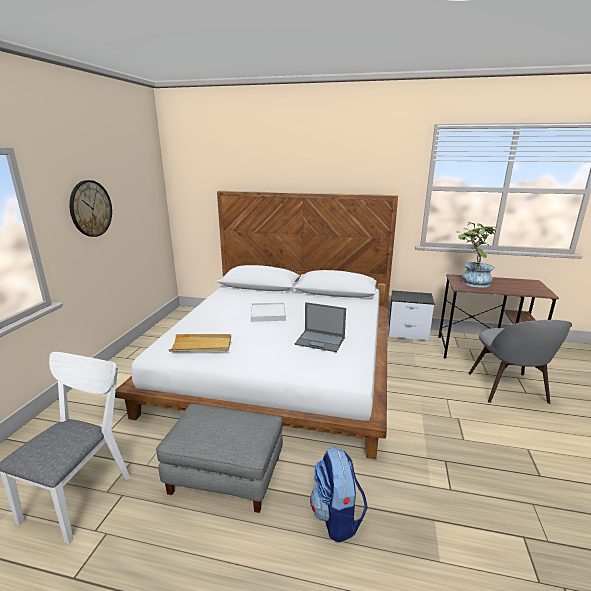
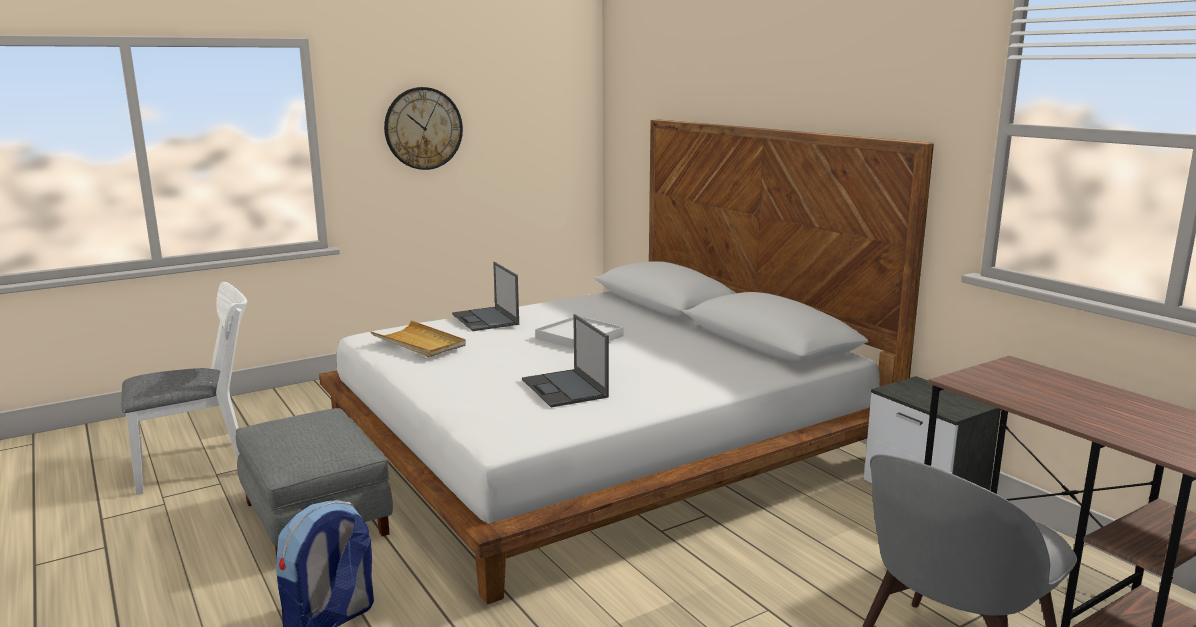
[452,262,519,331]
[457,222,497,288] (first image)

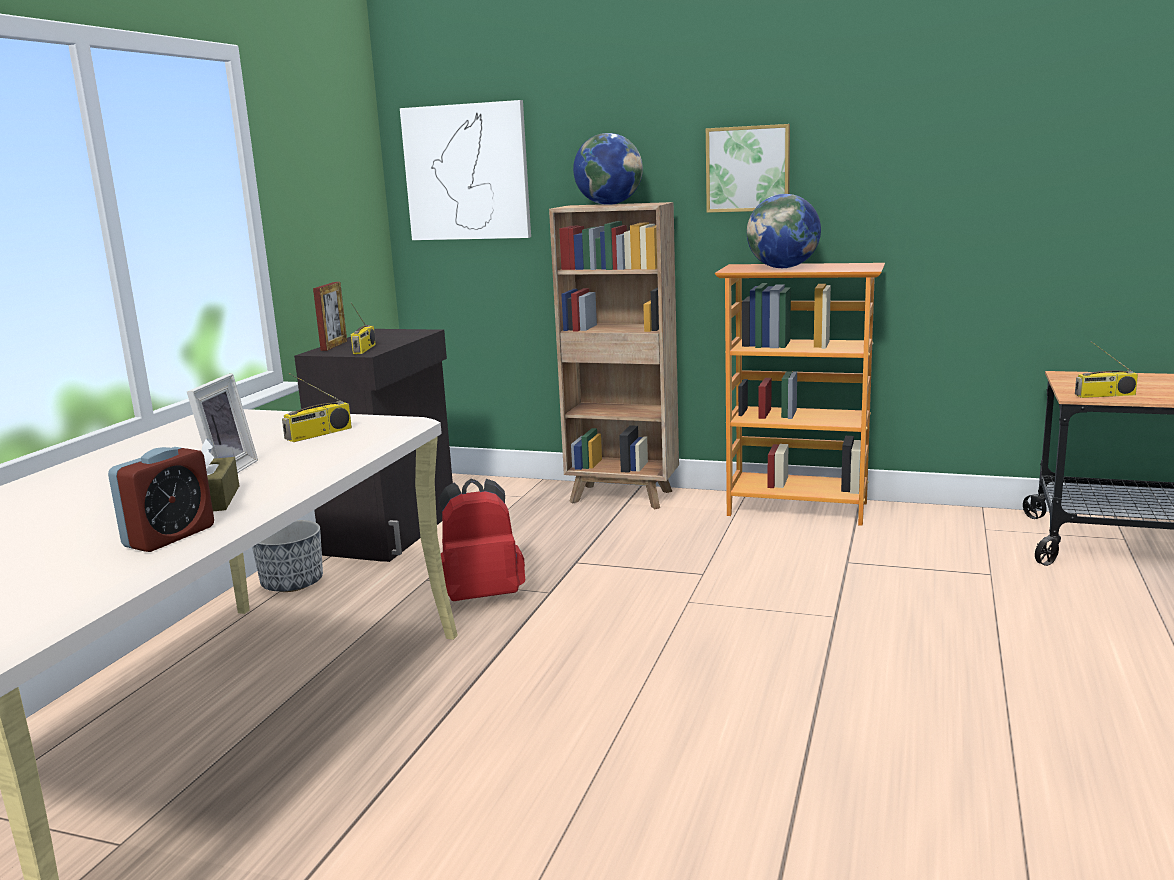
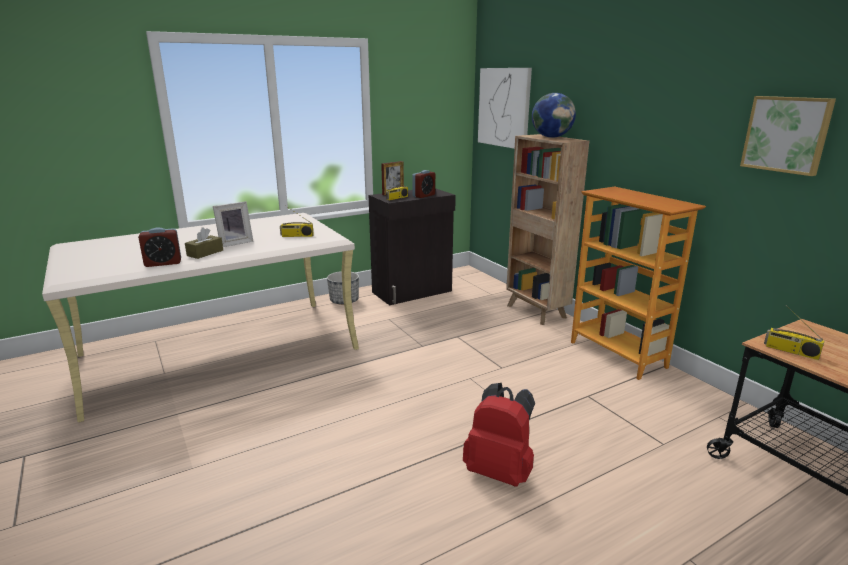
[412,170,435,198]
[463,383,535,487]
[740,96,836,176]
[747,194,821,268] (first image)

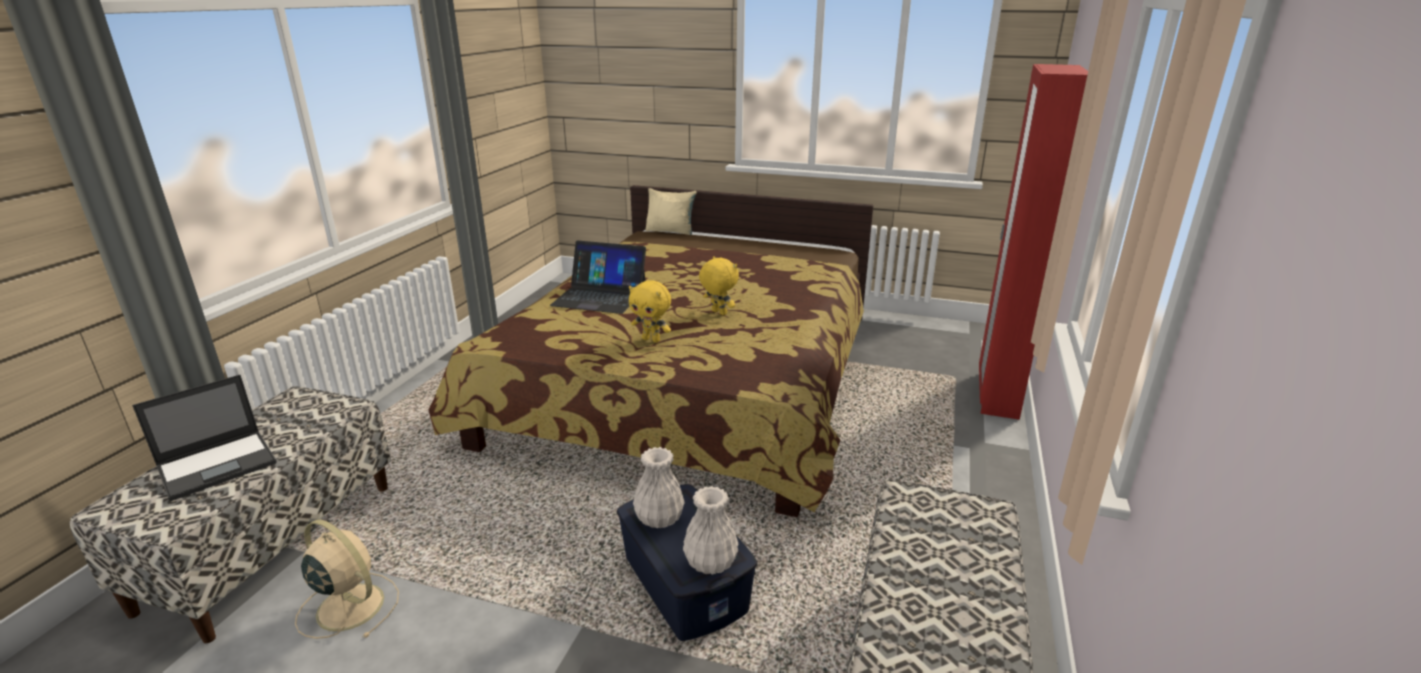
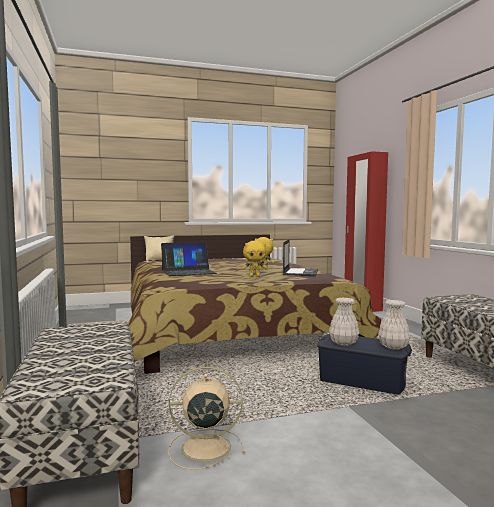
[283,239,318,276]

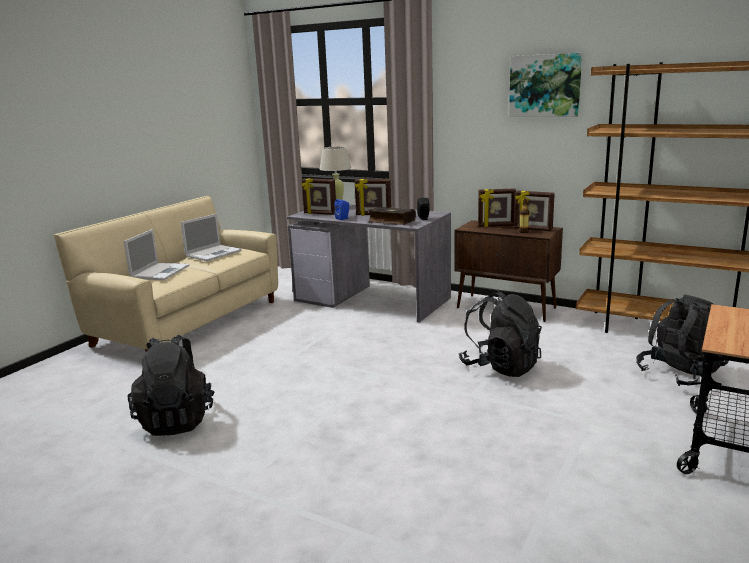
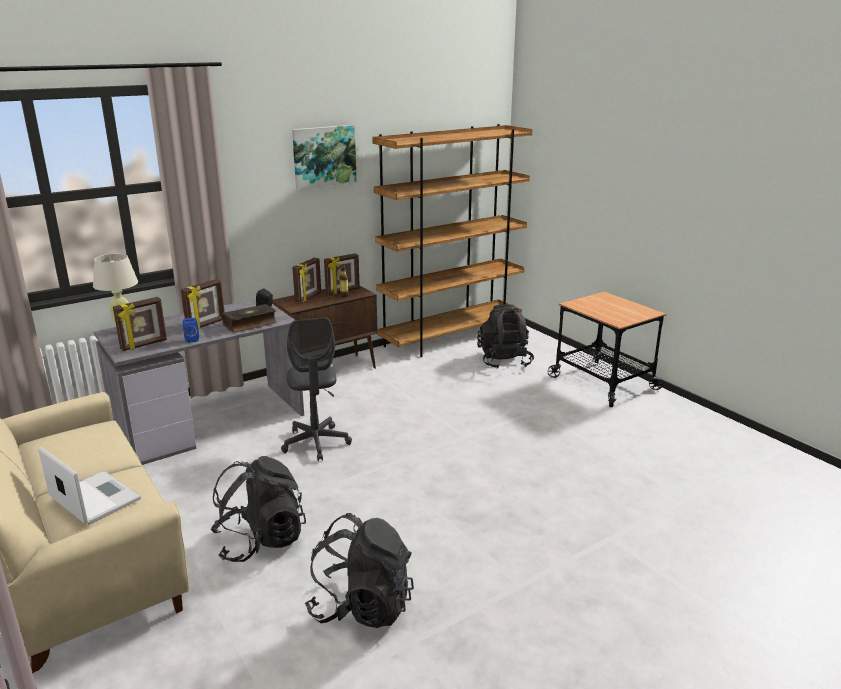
[210,456,306,562]
[281,318,352,461]
[180,214,242,261] (first image)

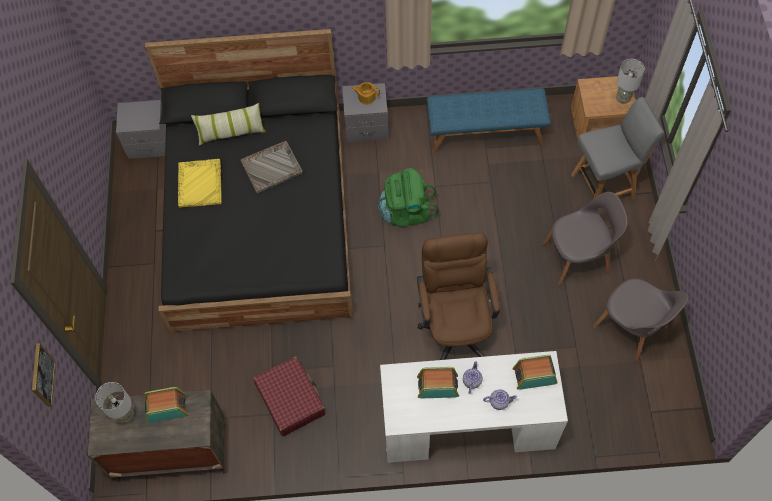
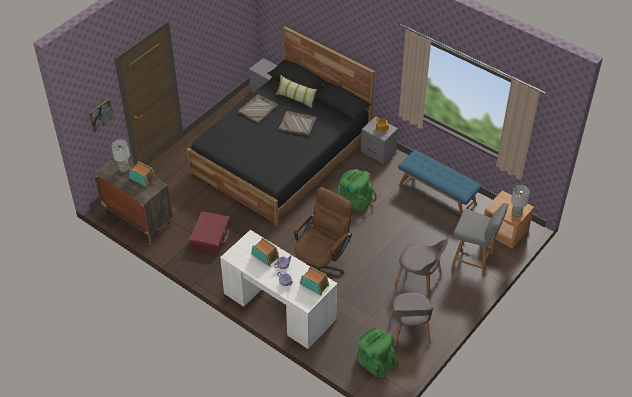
[238,95,278,123]
[357,328,398,378]

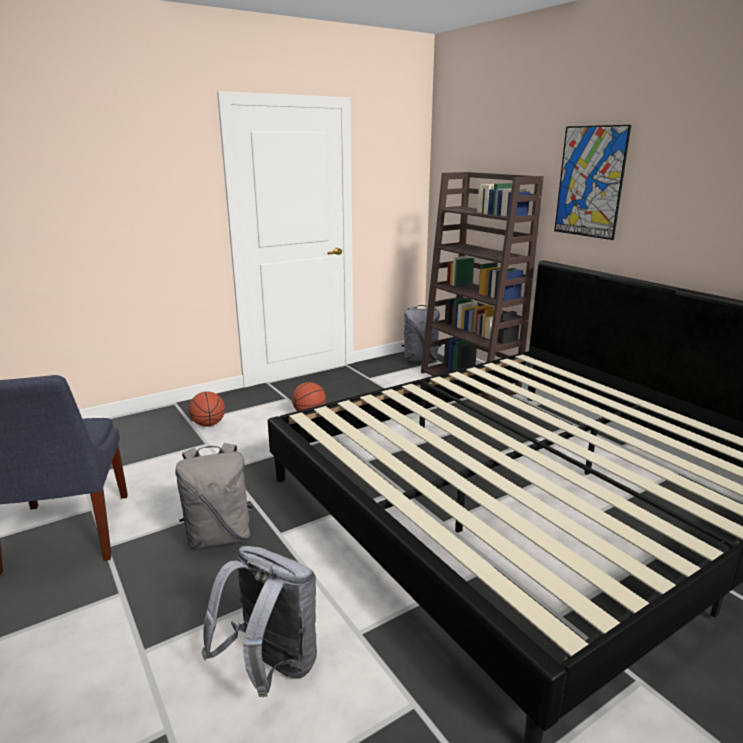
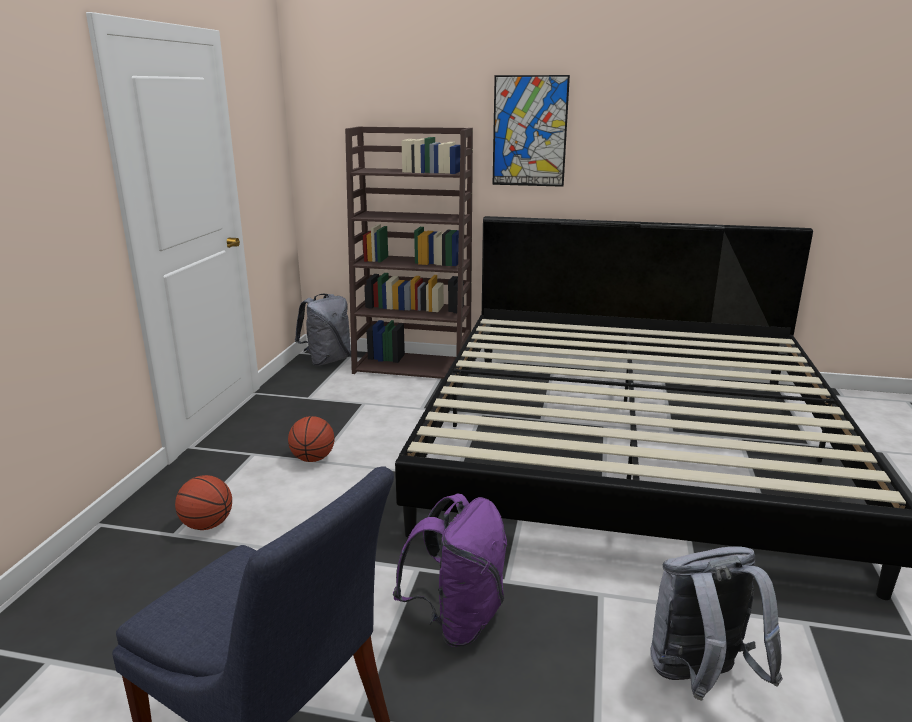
[393,493,507,647]

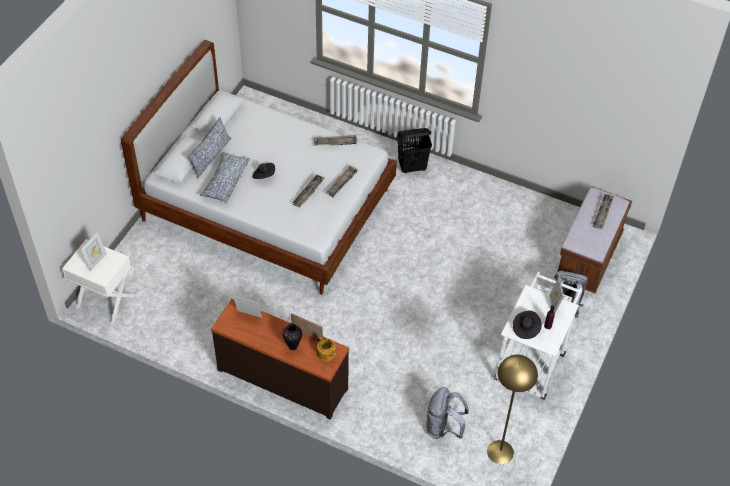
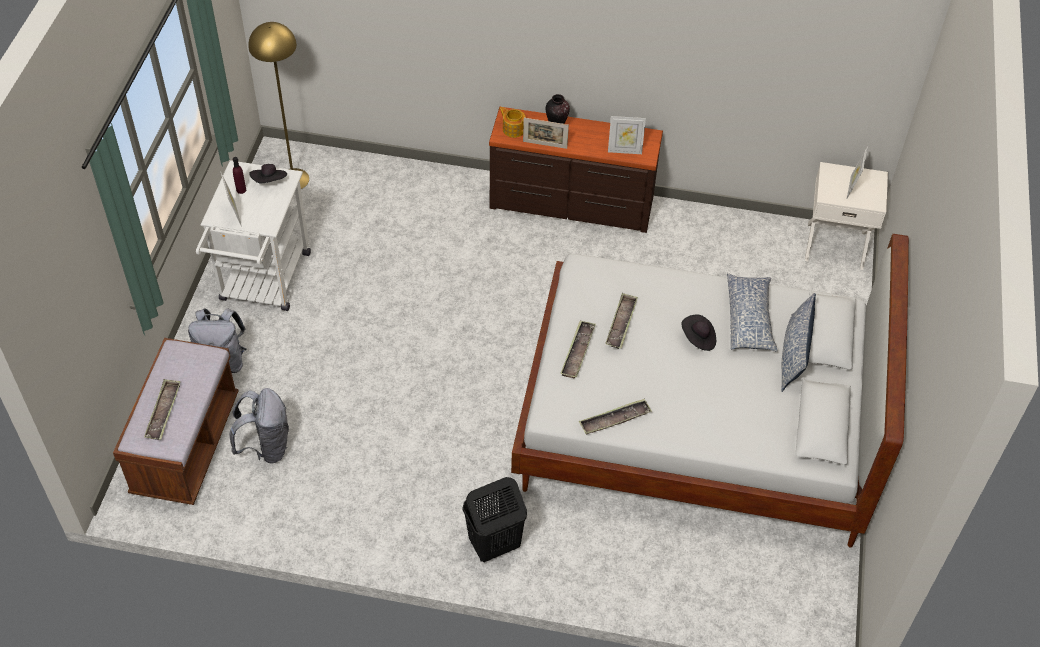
[230,388,289,464]

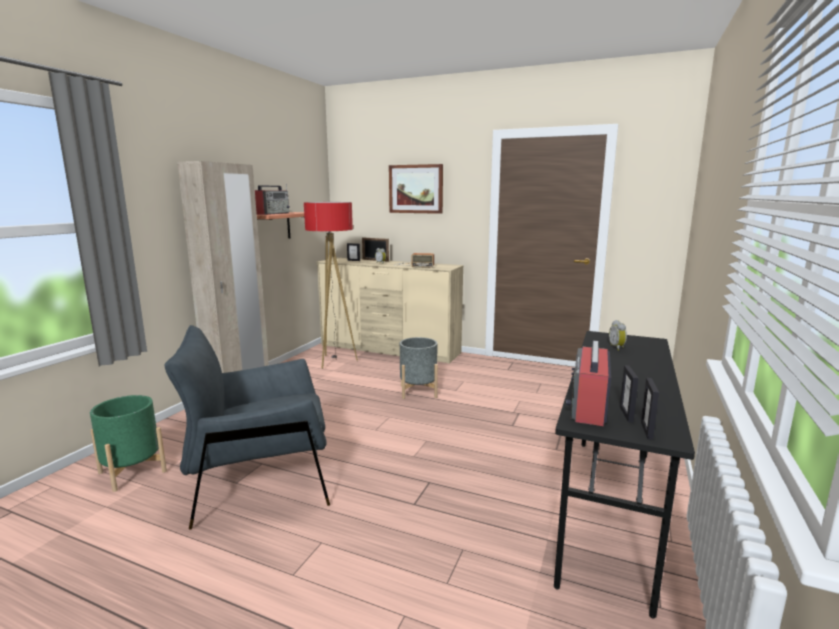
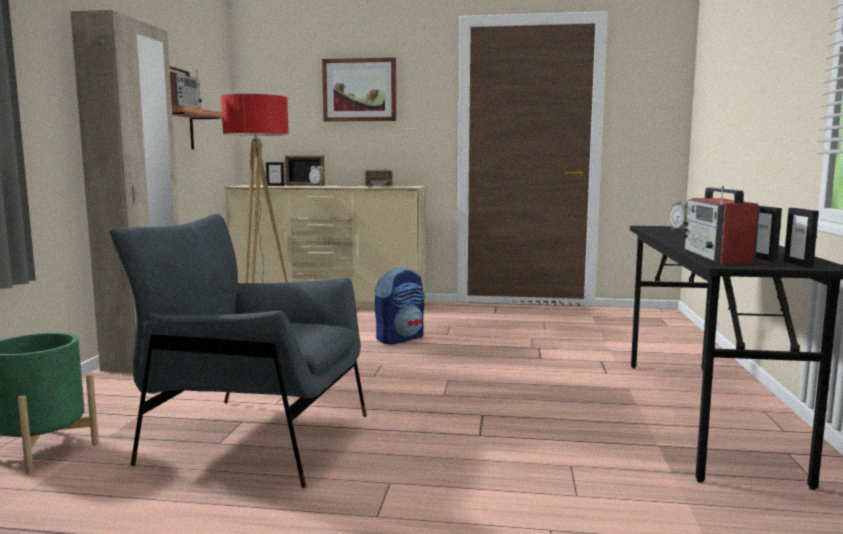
[109,214,367,488]
[375,267,425,344]

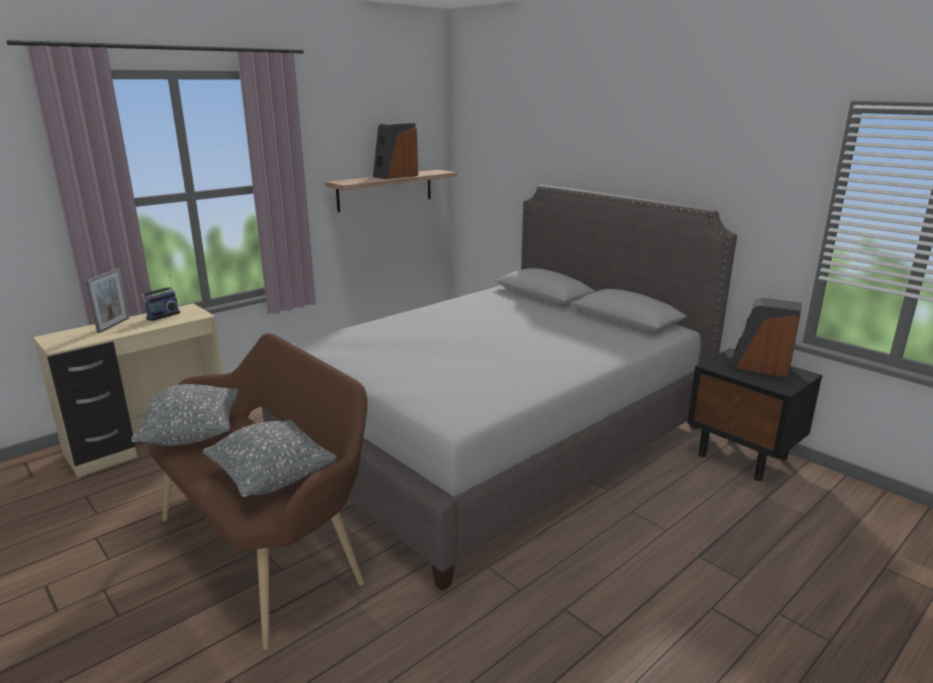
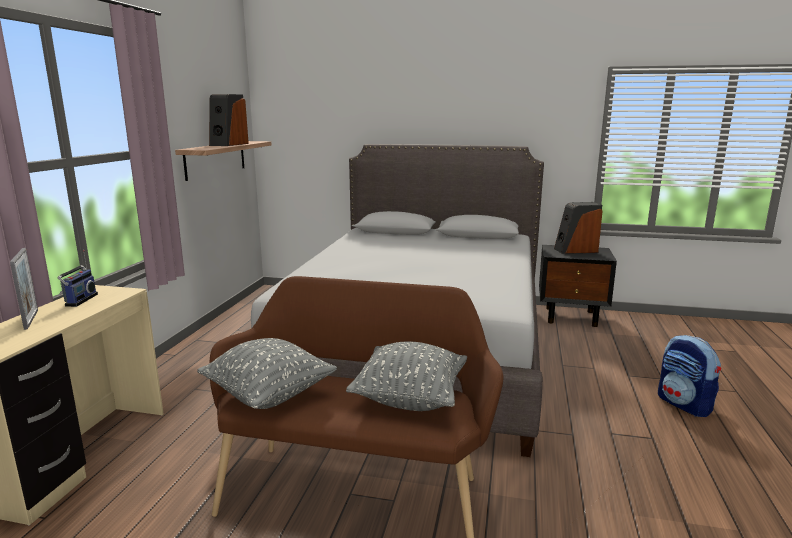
[658,335,721,417]

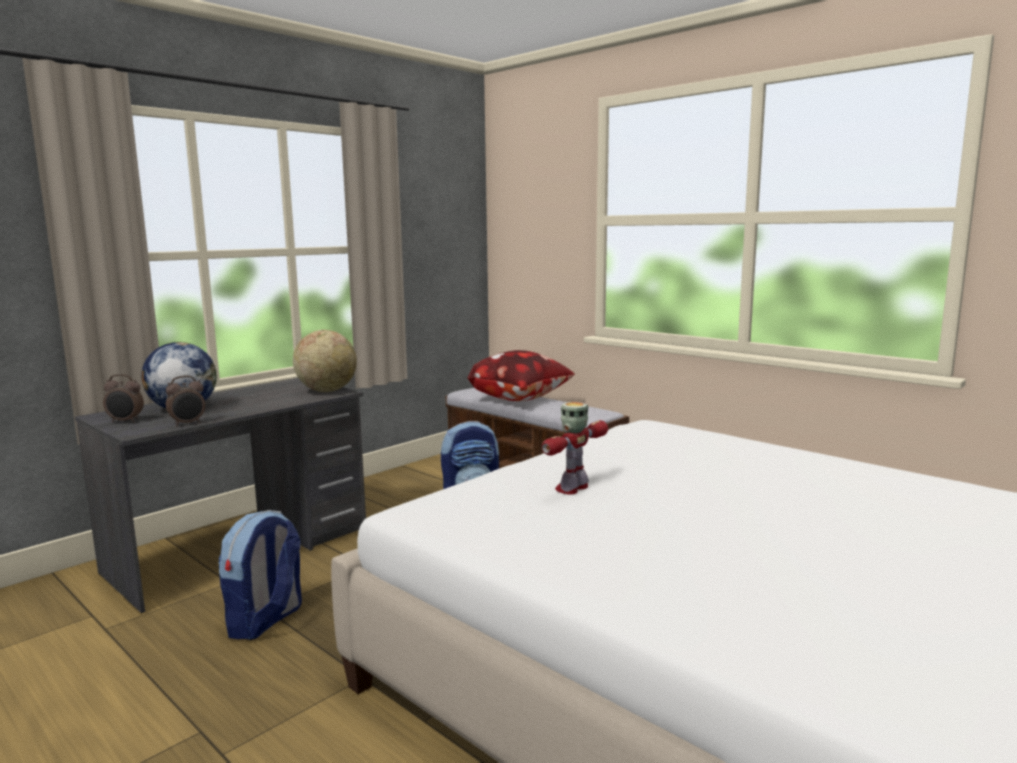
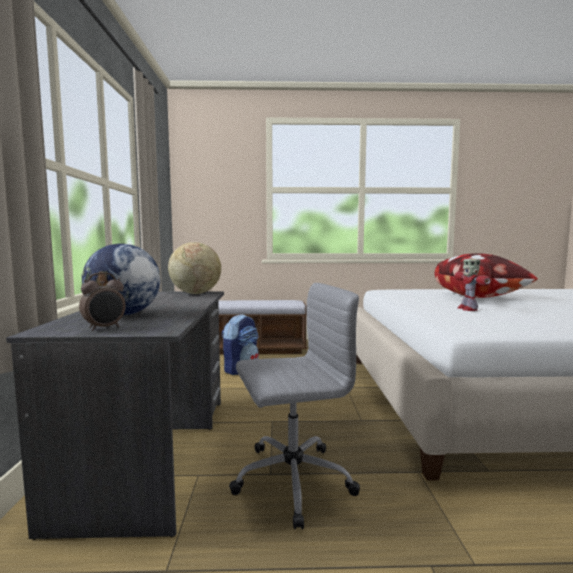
[229,283,360,529]
[434,253,538,298]
[166,376,205,426] (first image)

